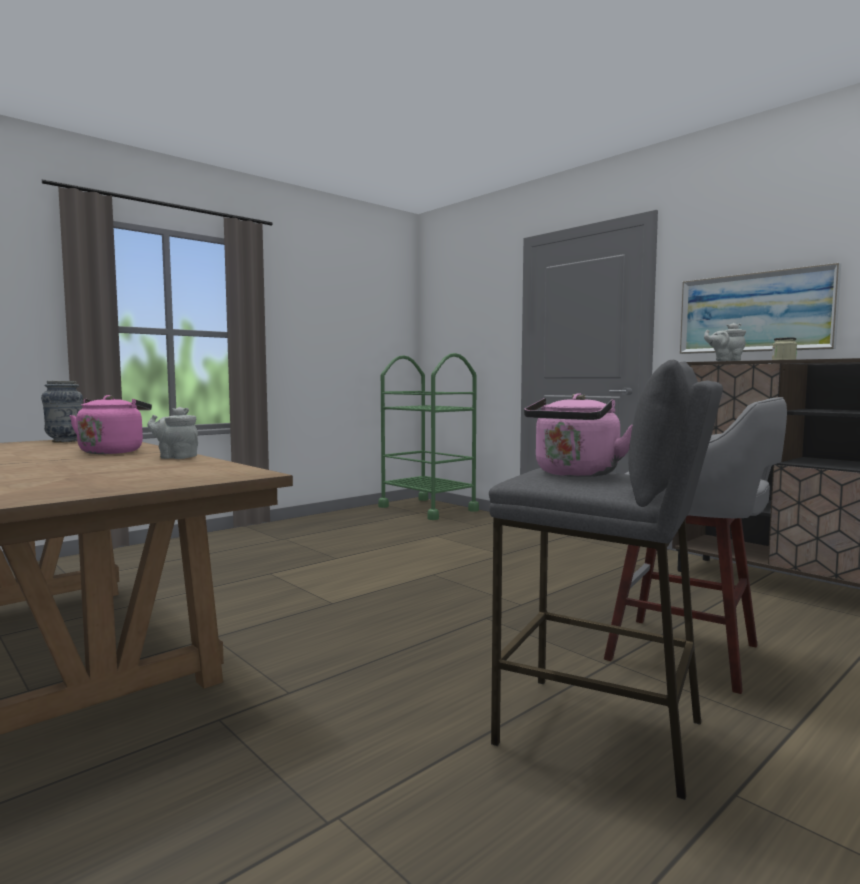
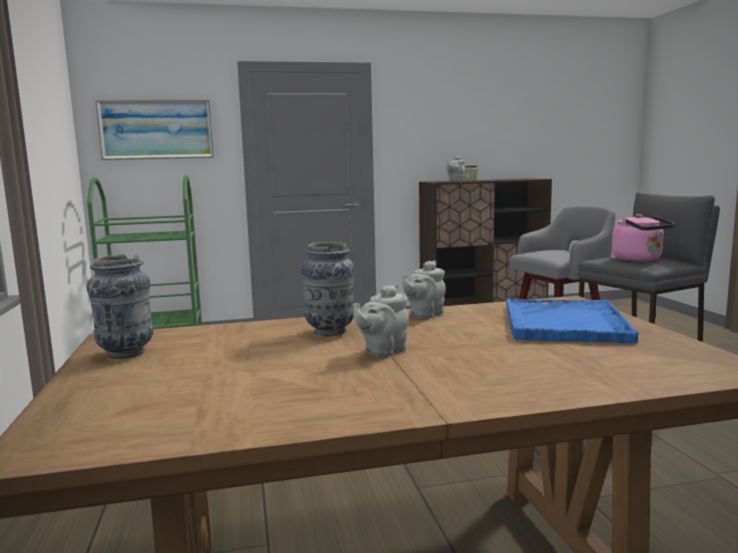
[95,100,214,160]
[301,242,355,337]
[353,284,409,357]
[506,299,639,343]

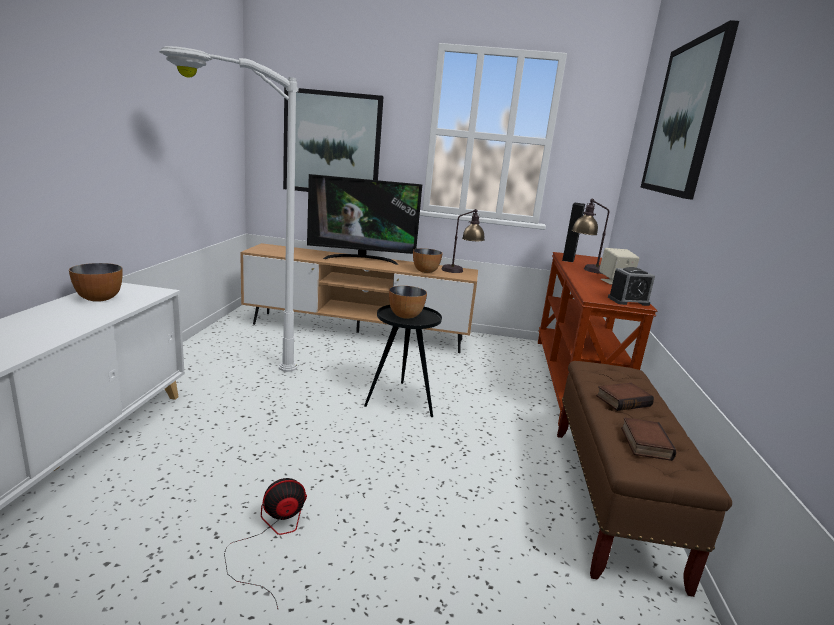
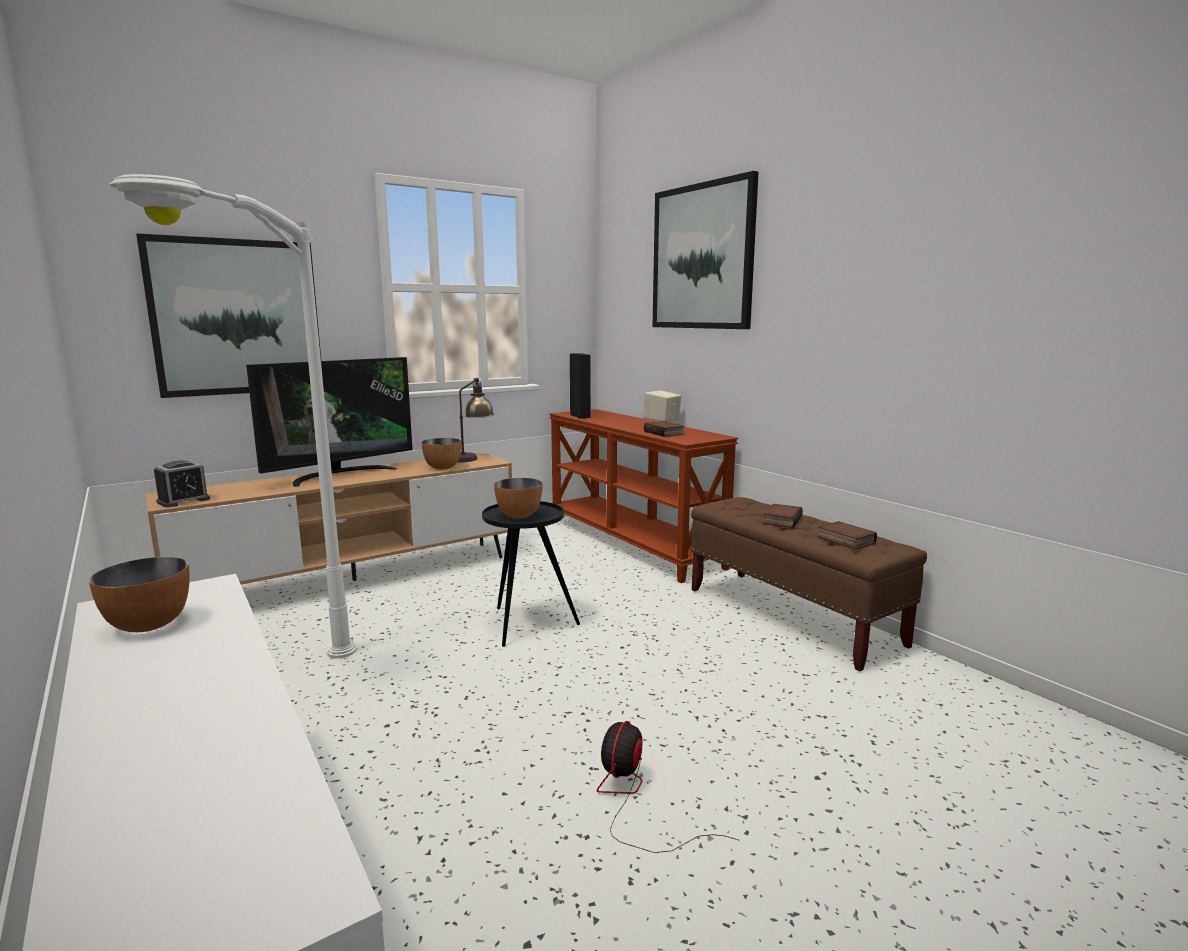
[154,460,210,508]
[644,421,684,437]
[572,199,609,274] (first image)

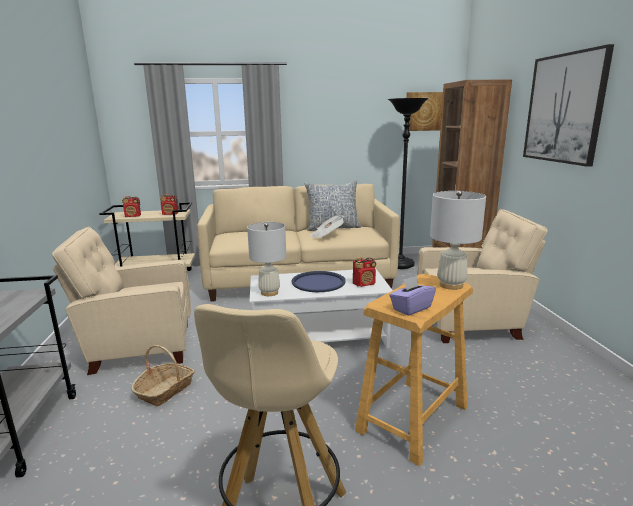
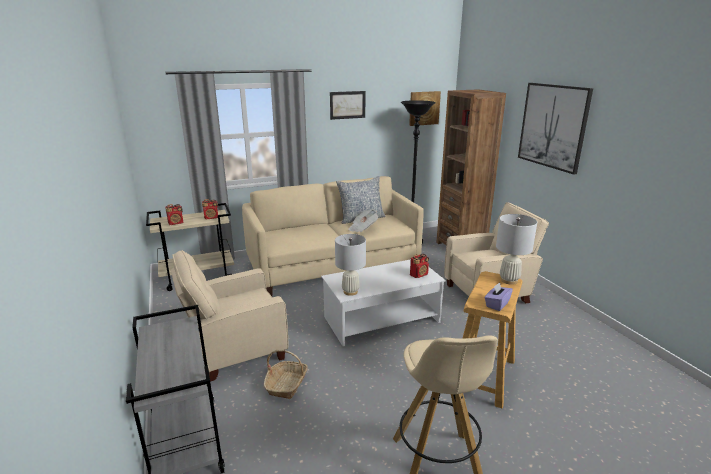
[330,91,365,120]
[292,271,346,292] (first image)

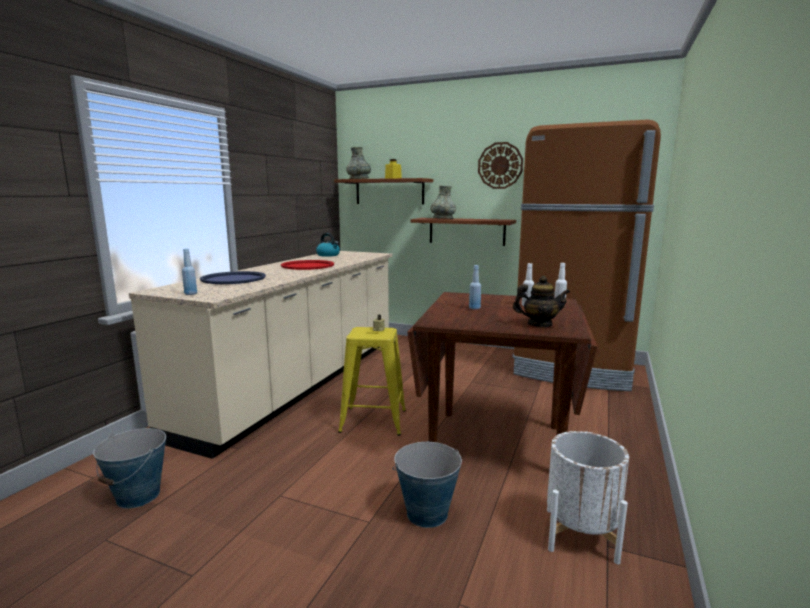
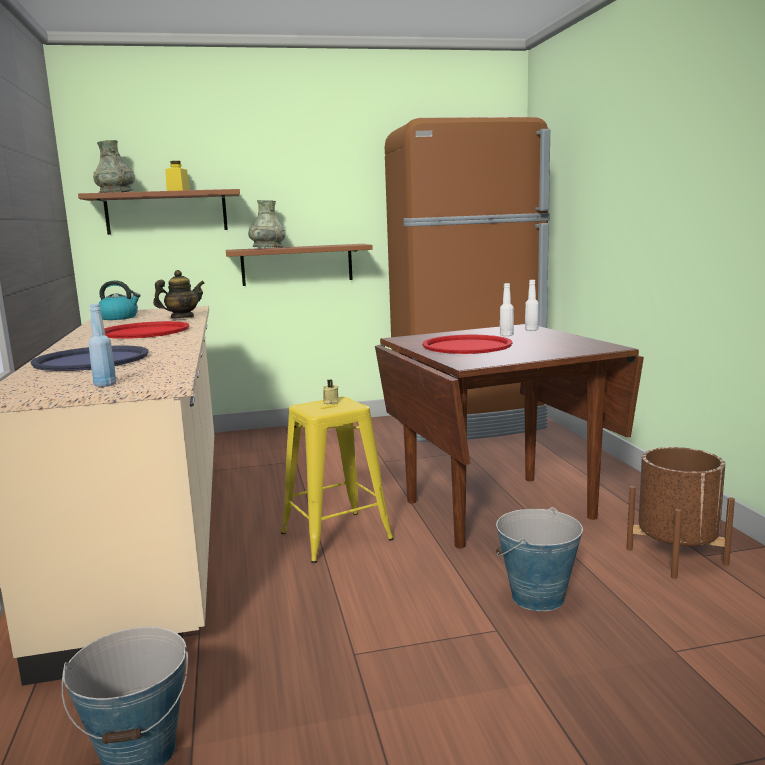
[153,270,205,318]
[422,335,513,354]
[626,447,735,579]
[478,142,523,189] (first image)

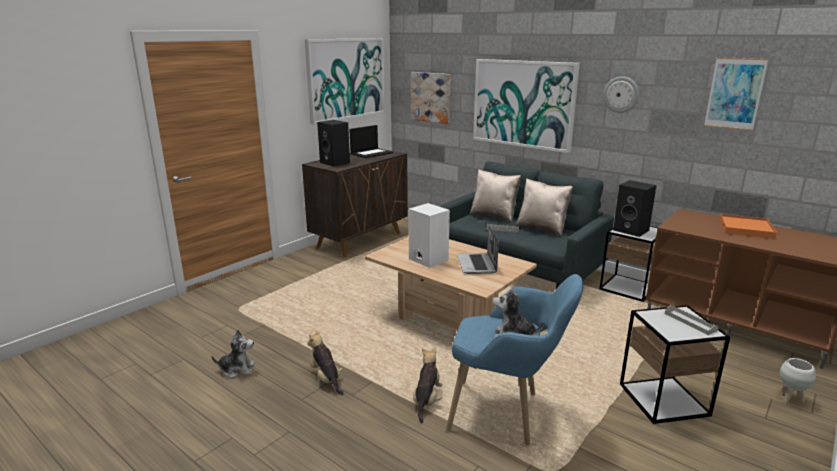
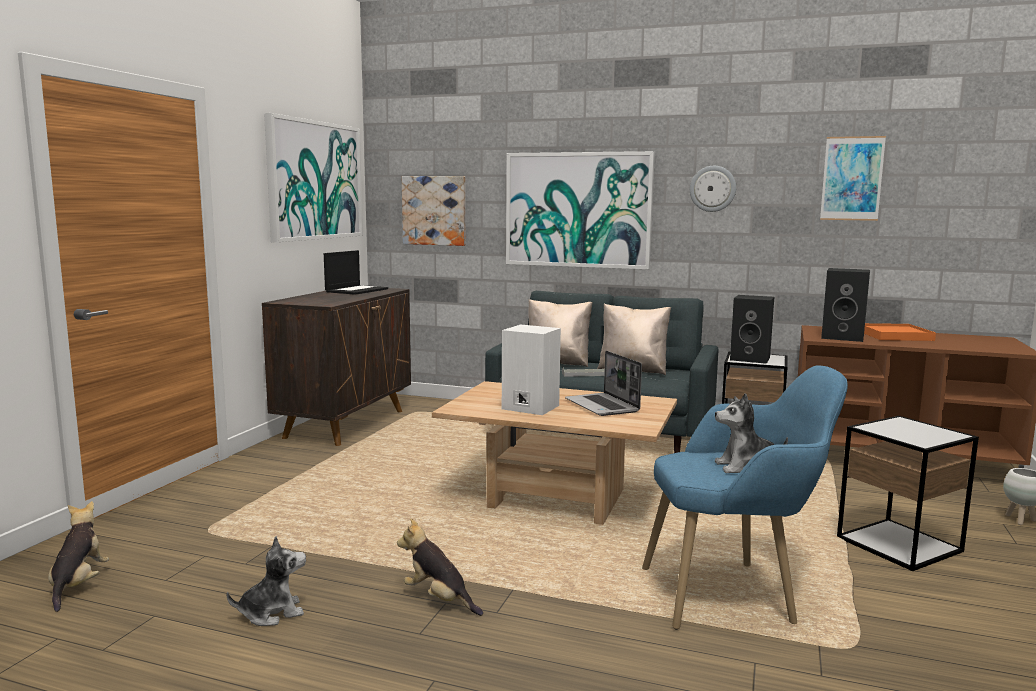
[48,501,109,612]
[821,268,870,342]
[665,305,719,335] (first image)

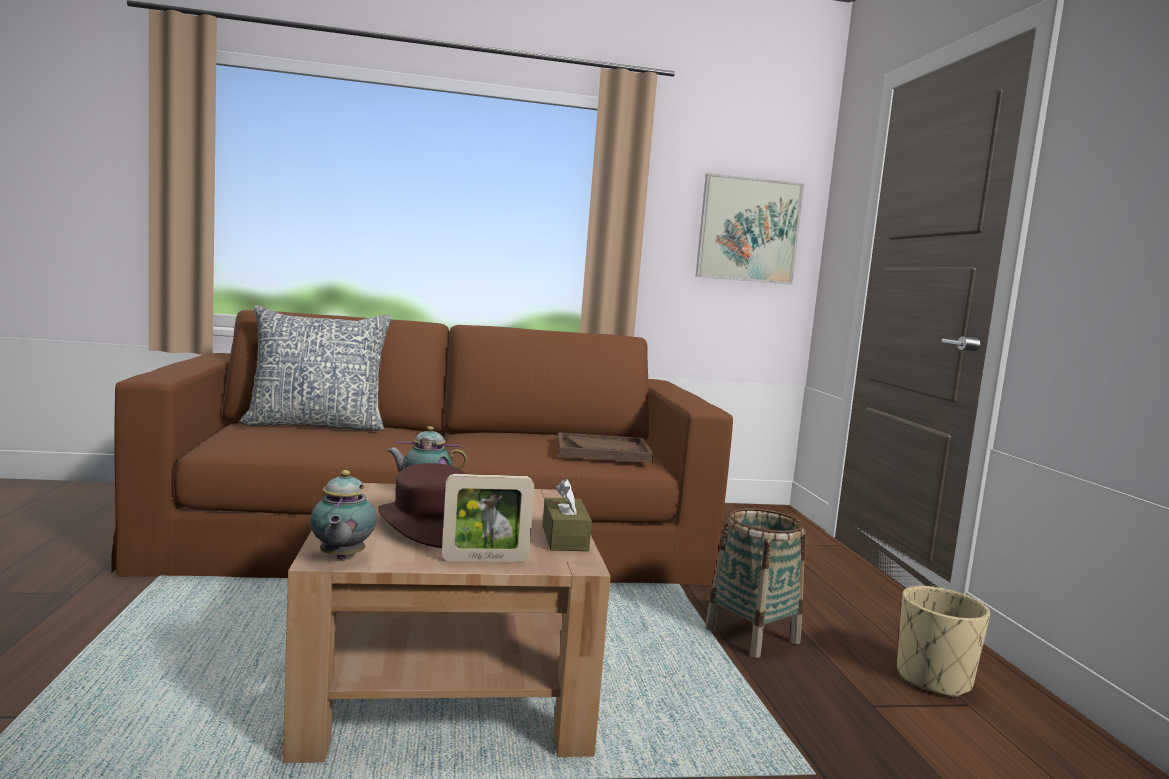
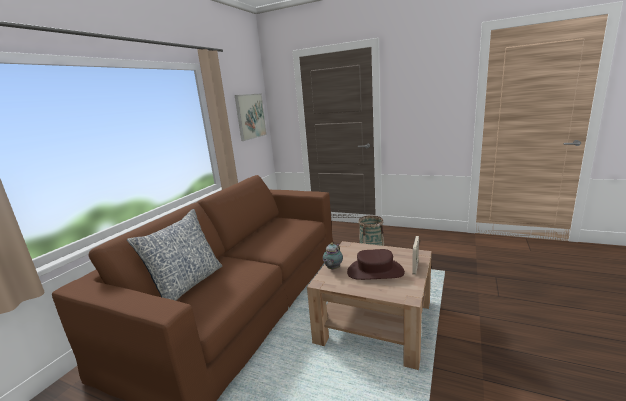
[310,470,377,560] (first image)
[543,478,592,551] (first image)
[557,432,654,463] (first image)
[897,586,990,698] (first image)

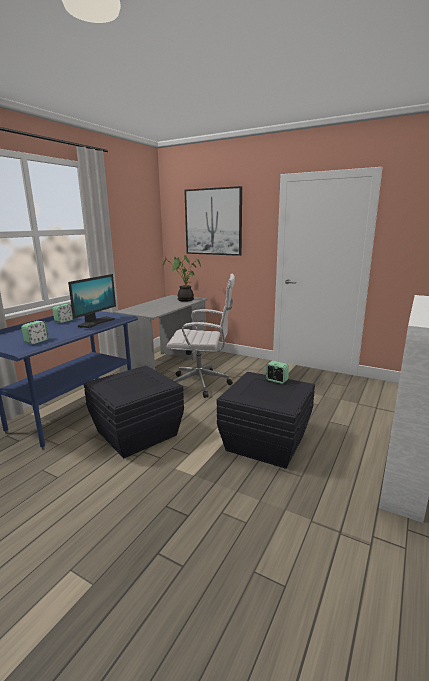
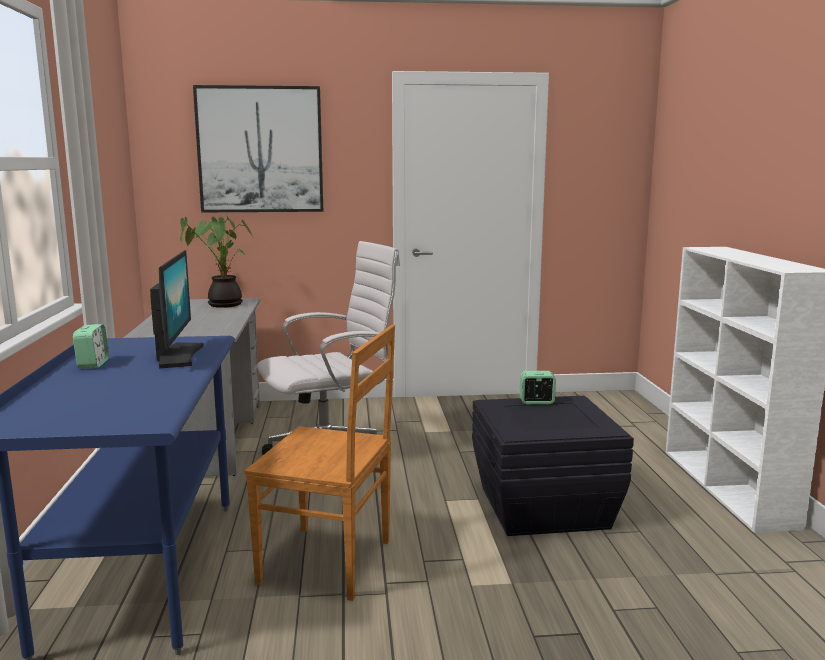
[245,325,395,601]
[21,321,49,344] (first image)

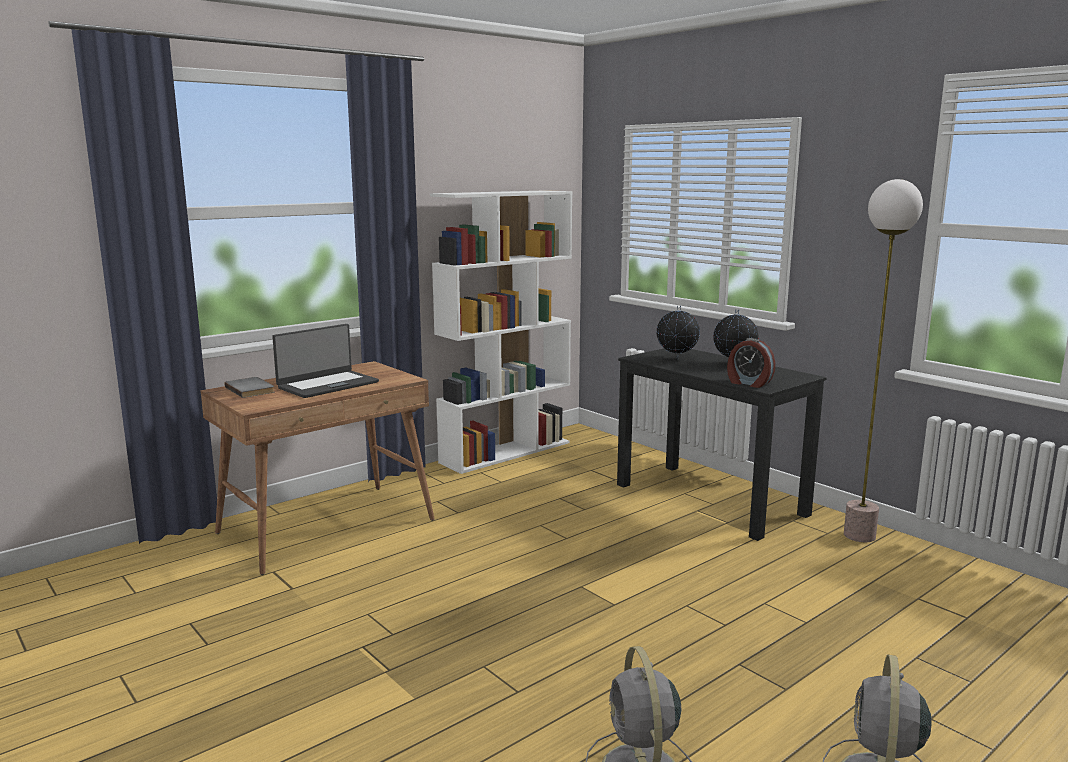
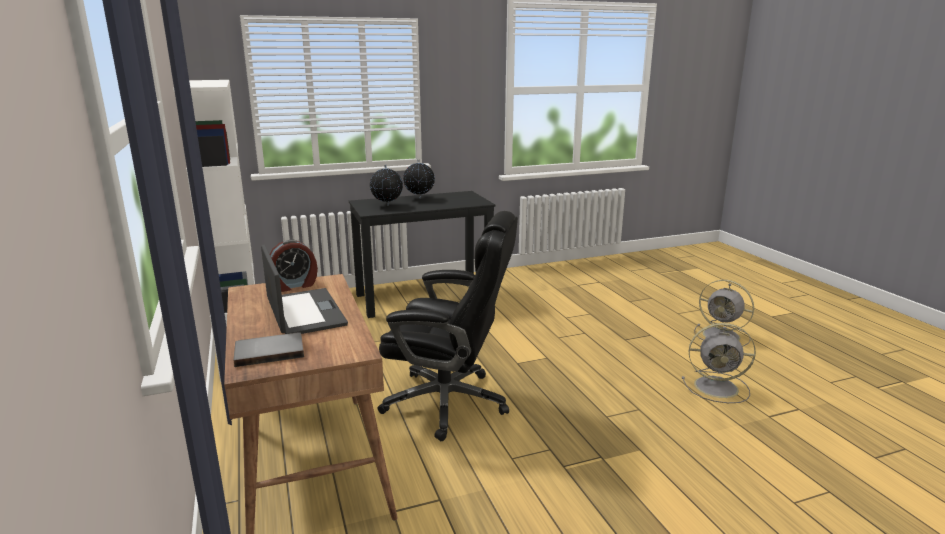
[270,240,318,292]
[378,211,518,441]
[844,179,923,542] (first image)

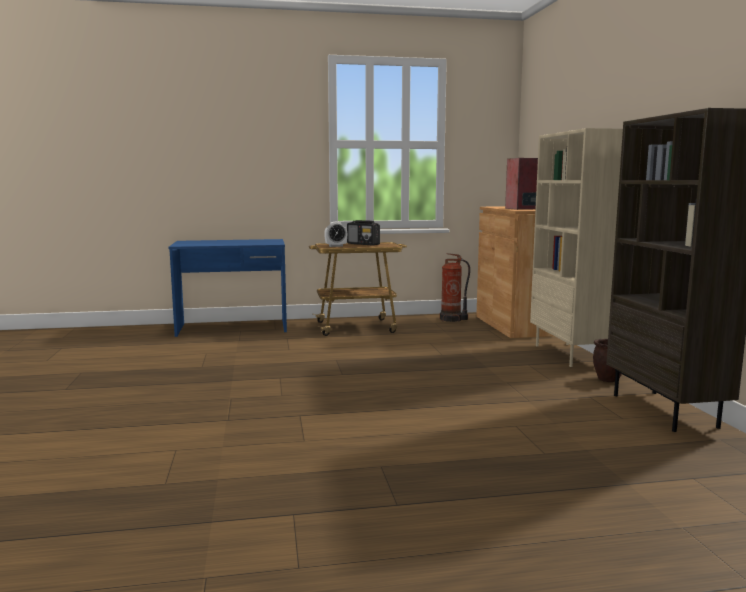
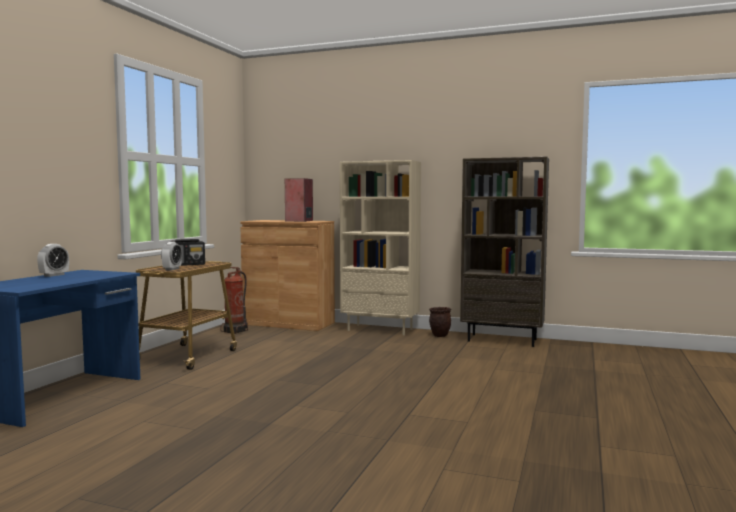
[37,244,69,277]

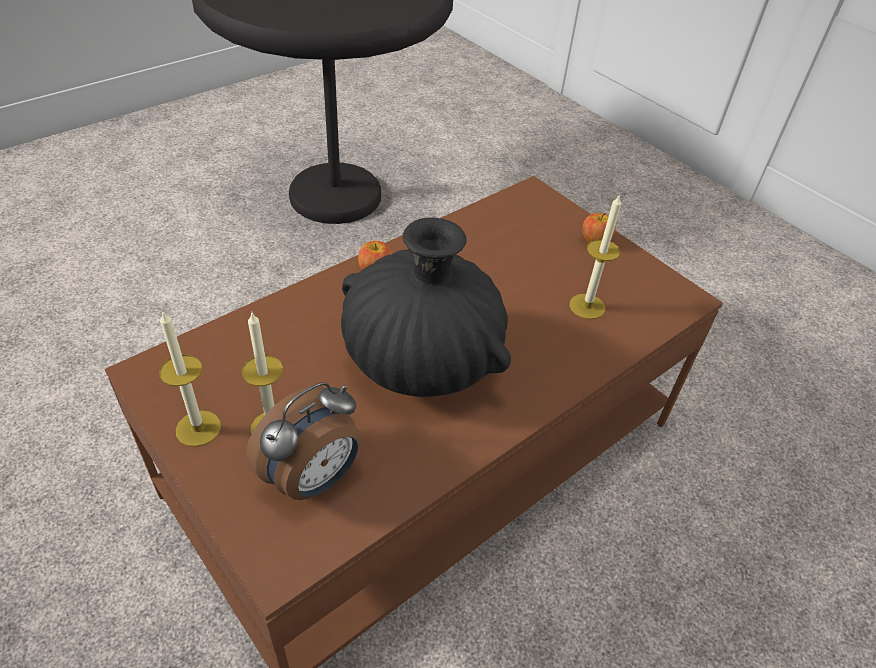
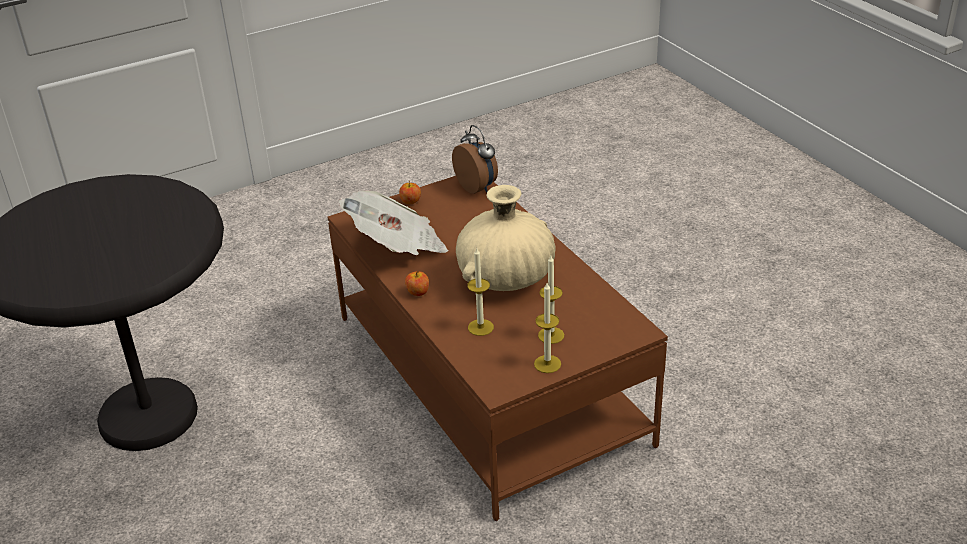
[339,190,448,255]
[452,125,498,194]
[456,185,556,291]
[467,248,494,336]

